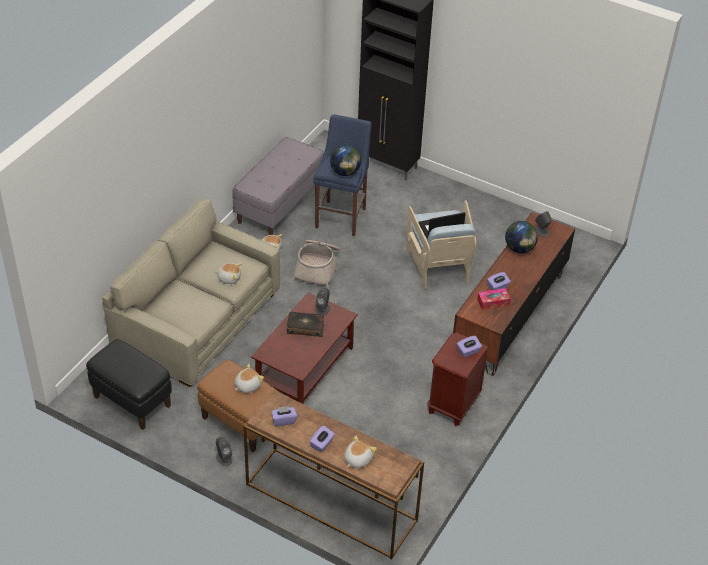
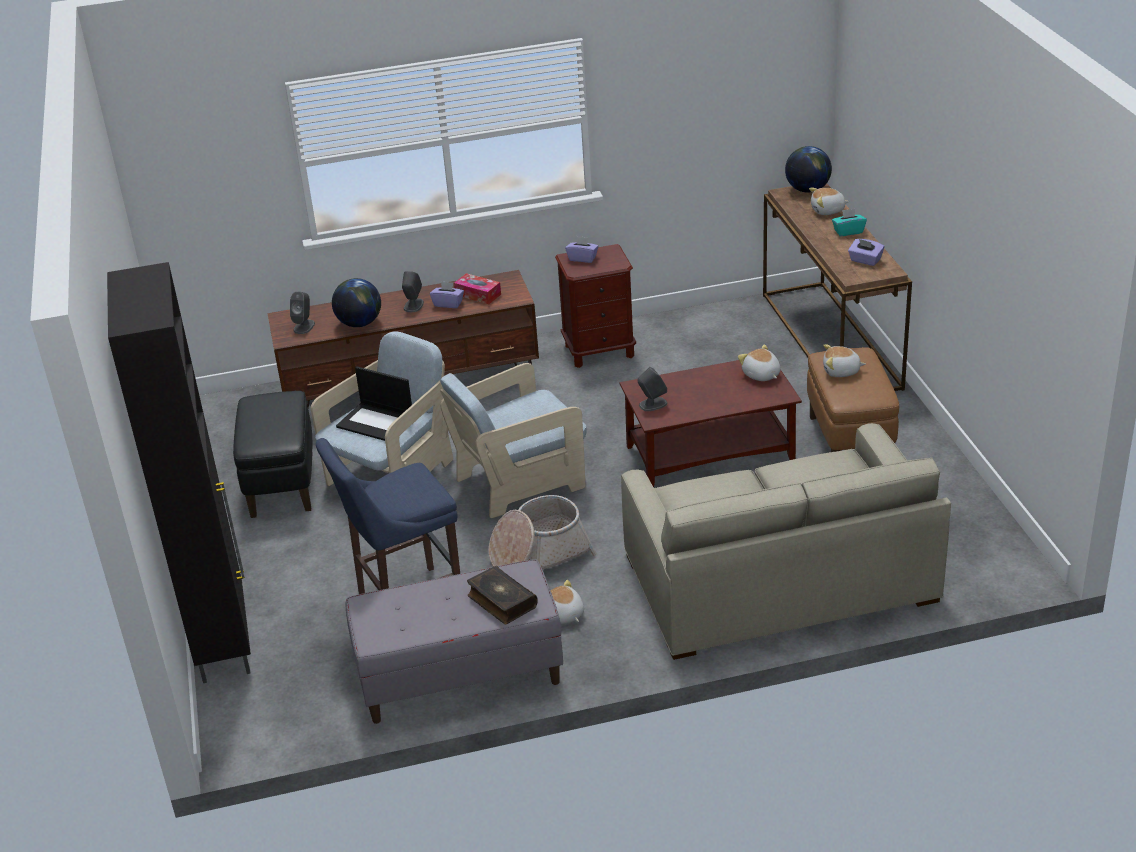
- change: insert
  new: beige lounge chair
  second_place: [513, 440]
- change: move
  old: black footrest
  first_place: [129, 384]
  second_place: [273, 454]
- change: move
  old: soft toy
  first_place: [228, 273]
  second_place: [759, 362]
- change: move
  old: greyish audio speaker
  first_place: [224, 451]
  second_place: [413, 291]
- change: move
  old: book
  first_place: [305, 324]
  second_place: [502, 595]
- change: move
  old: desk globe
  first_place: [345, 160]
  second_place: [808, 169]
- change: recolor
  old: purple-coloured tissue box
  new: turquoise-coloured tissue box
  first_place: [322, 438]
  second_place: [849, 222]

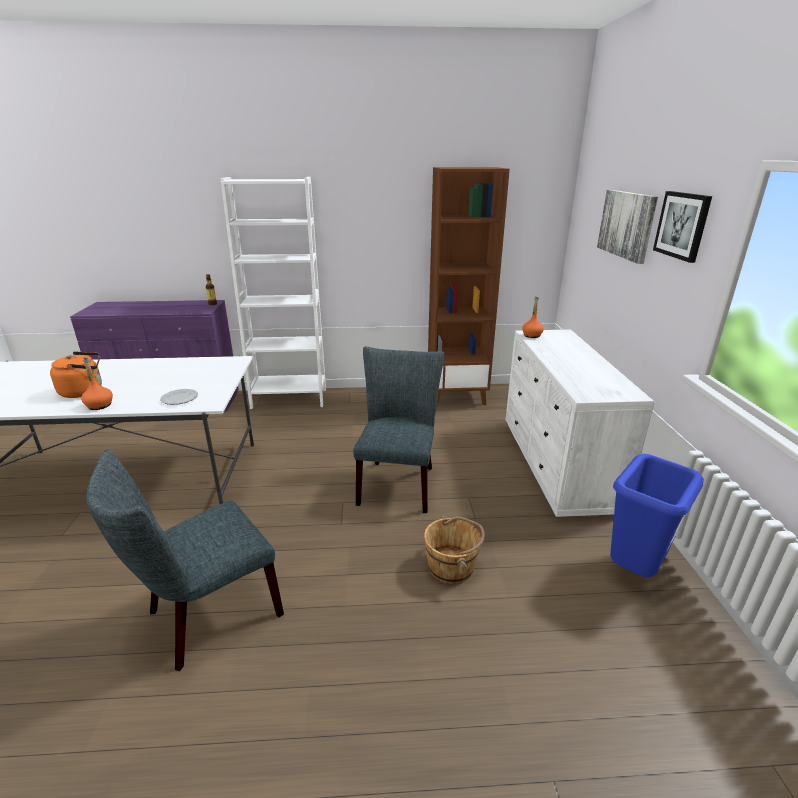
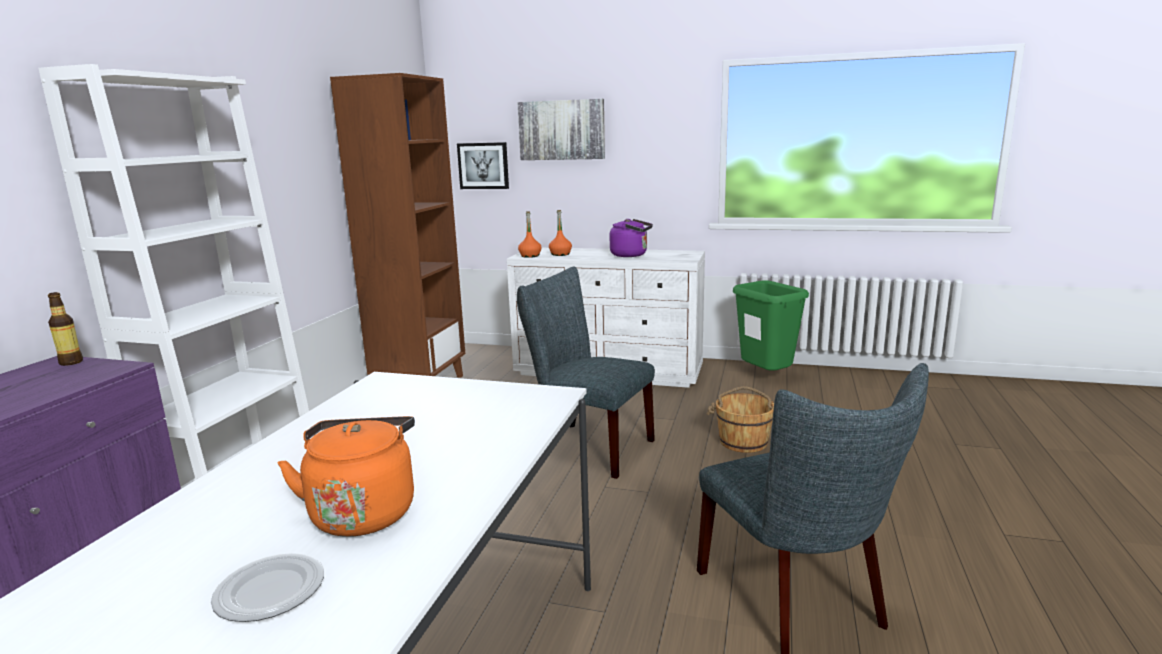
- change: insert
  new: purple-coloured tea kettle
  second_place: [631, 238]
- change: move
  old: orange-coloured drink bottle
  first_place: [97, 383]
  second_place: [560, 233]
- change: move
  old: dinner plate
  first_place: [179, 397]
  second_place: [267, 587]
- change: move
  old: wall picture
  first_place: [682, 227]
  second_place: [483, 165]
- change: recolor
  old: blue trash can
  new: green trash can
  first_place: [657, 515]
  second_place: [771, 325]

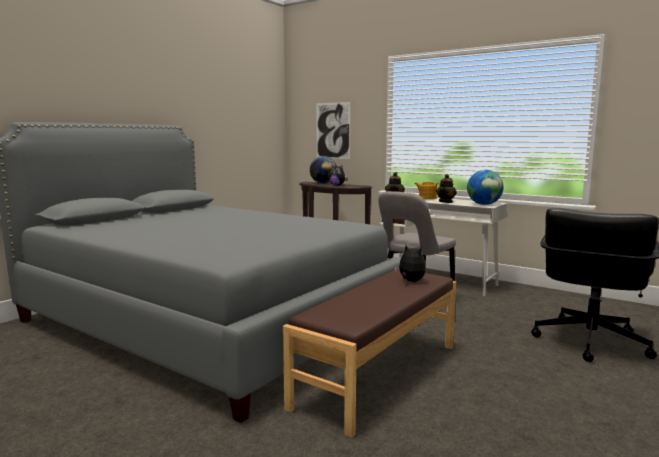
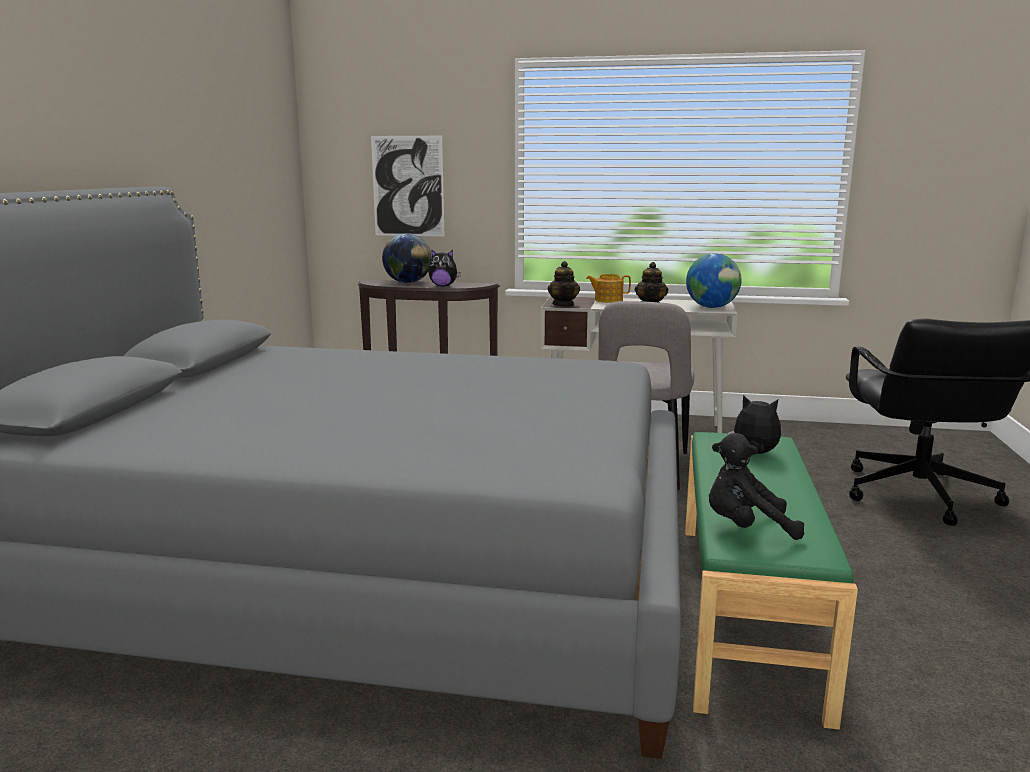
- change: insert
  new: black soft toy
  second_place: [756, 486]
- change: recolor
  old: brown-coloured bench
  new: green bench
  first_place: [369, 353]
  second_place: [771, 581]

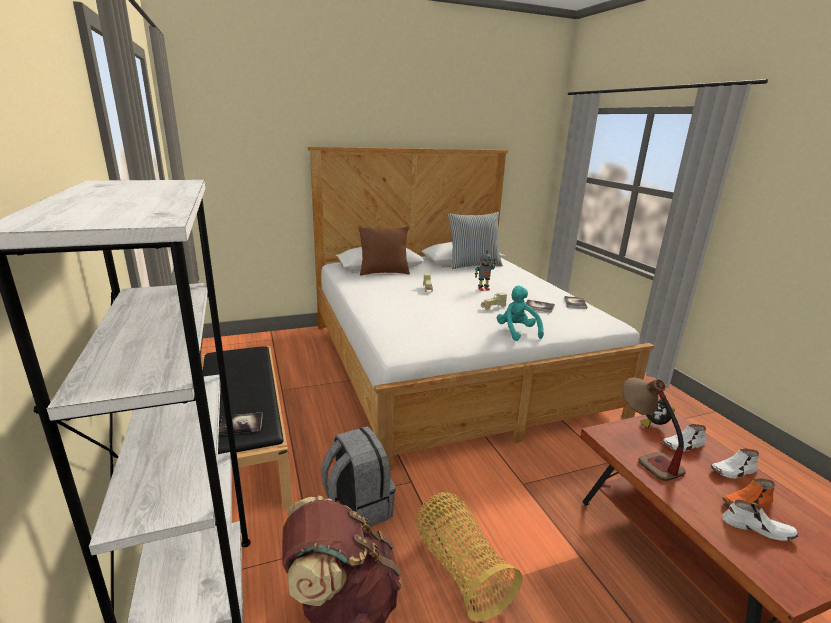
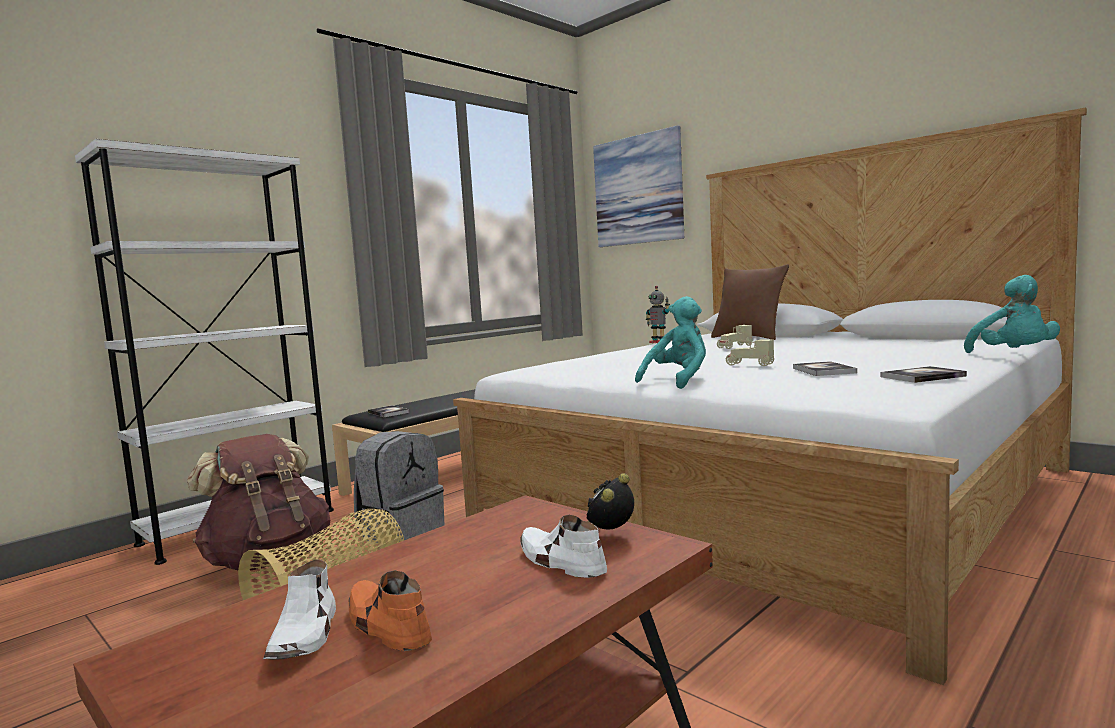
- change: delete
  old: pillow
  first_place: [475, 240]
- change: delete
  old: tabletop lamp
  first_place: [654, 429]
- change: delete
  old: white-coloured shoe
  first_place: [734, 463]
- change: insert
  new: wall picture
  second_place: [638, 186]
- change: insert
  new: turquoise-coloured soft toy
  second_place: [1012, 314]
- change: move
  old: model robot
  first_place: [485, 270]
  second_place: [658, 314]

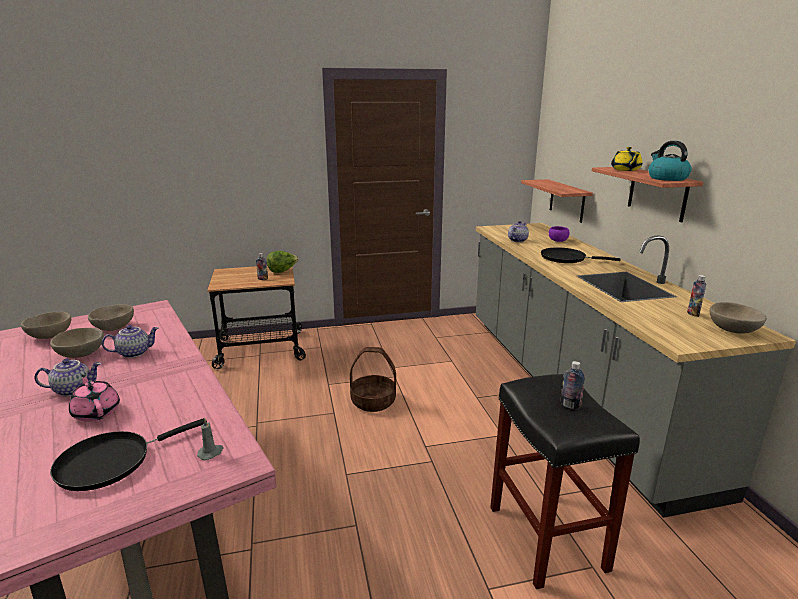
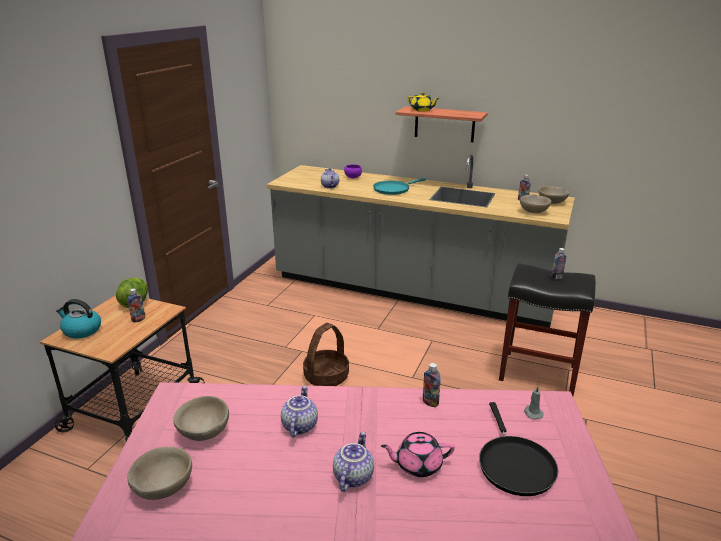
- change: delete
  old: shelf
  first_place: [557, 201]
- change: insert
  new: drink bottle
  second_place: [432, 385]
- change: move
  old: beige deep dish
  first_place: [77, 343]
  second_place: [535, 203]
- change: move
  old: tea kettle
  first_place: [670, 161]
  second_place: [78, 319]
- change: recolor
  old: black pan
  new: turquoise-coloured pan
  first_place: [581, 255]
  second_place: [399, 186]

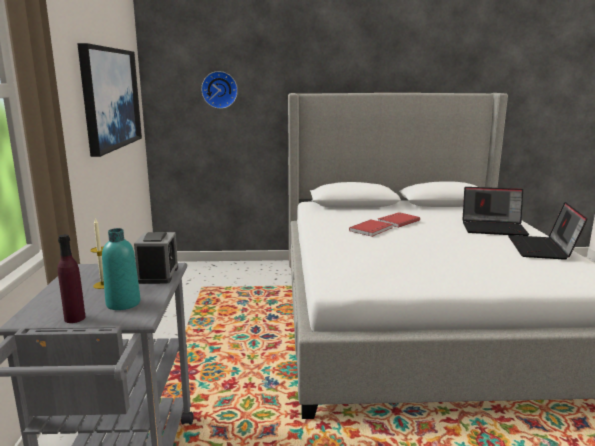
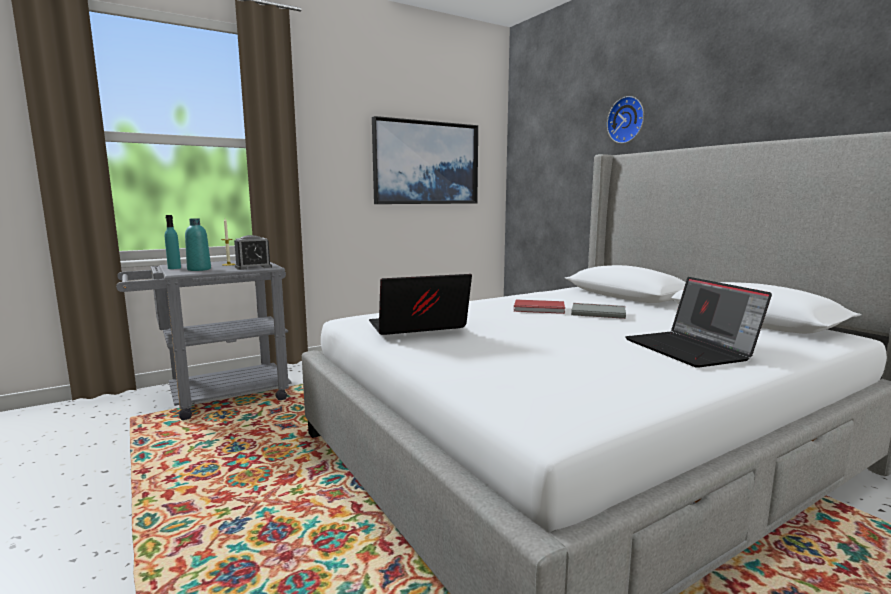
- change: move
  old: clock on the wall
  first_place: [219, 90]
  second_place: [625, 120]
- change: move
  old: laptop
  first_place: [548, 231]
  second_place: [420, 304]
- change: recolor
  old: purple-coloured drink bottle
  new: turquoise-coloured drink bottle
  first_place: [71, 278]
  second_place: [173, 242]
- change: recolor
  old: red book
  new: greyish book
  first_place: [399, 220]
  second_place: [598, 311]

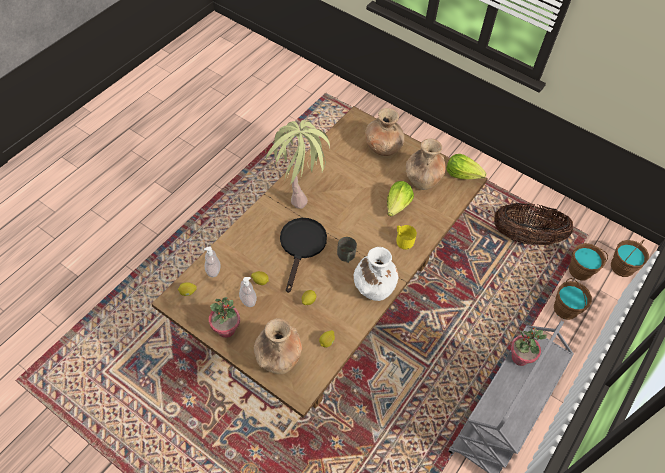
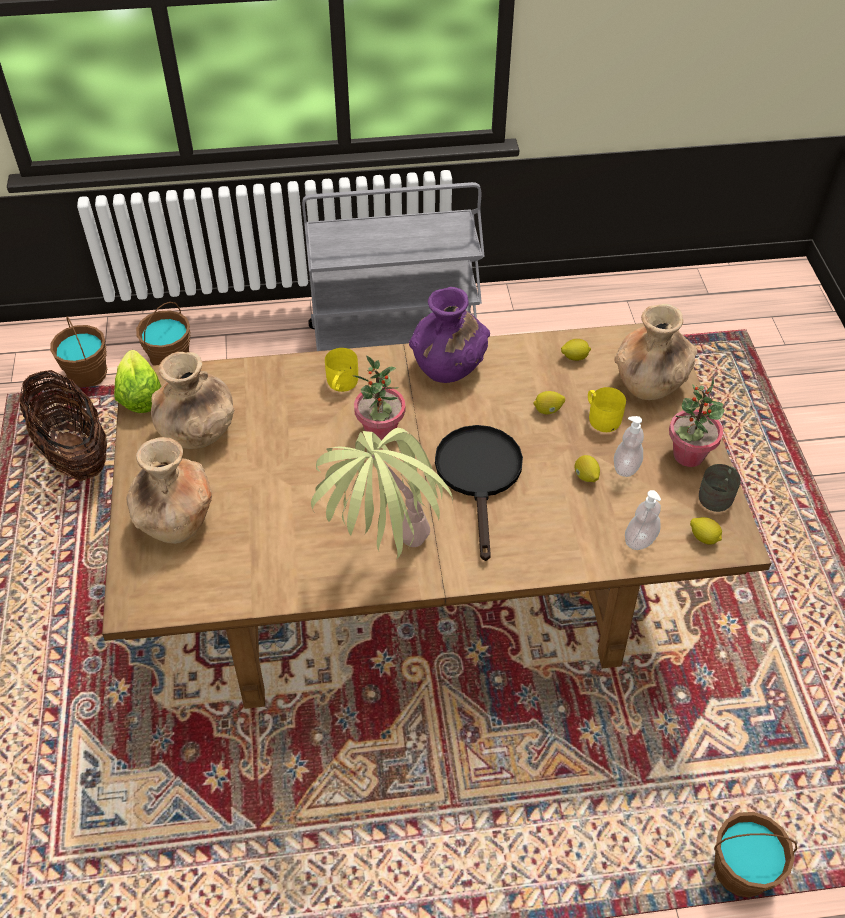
- change: delete
  old: lettuce head
  first_place: [400, 199]
- change: insert
  new: yellow-coloured coffee mug
  second_place: [607, 409]
- change: move
  old: greyish coffee mug
  first_place: [347, 250]
  second_place: [720, 488]
- change: move
  old: plant in a pot
  first_place: [529, 347]
  second_place: [379, 397]
- change: move
  old: brown-coloured pail
  first_place: [630, 258]
  second_place: [755, 855]
- change: recolor
  old: white-coloured decorative vase
  new: purple-coloured decorative vase
  first_place: [376, 274]
  second_place: [449, 335]
- change: rotate
  old: black pan
  first_place: [303, 255]
  second_place: [479, 493]
  degrees: 120

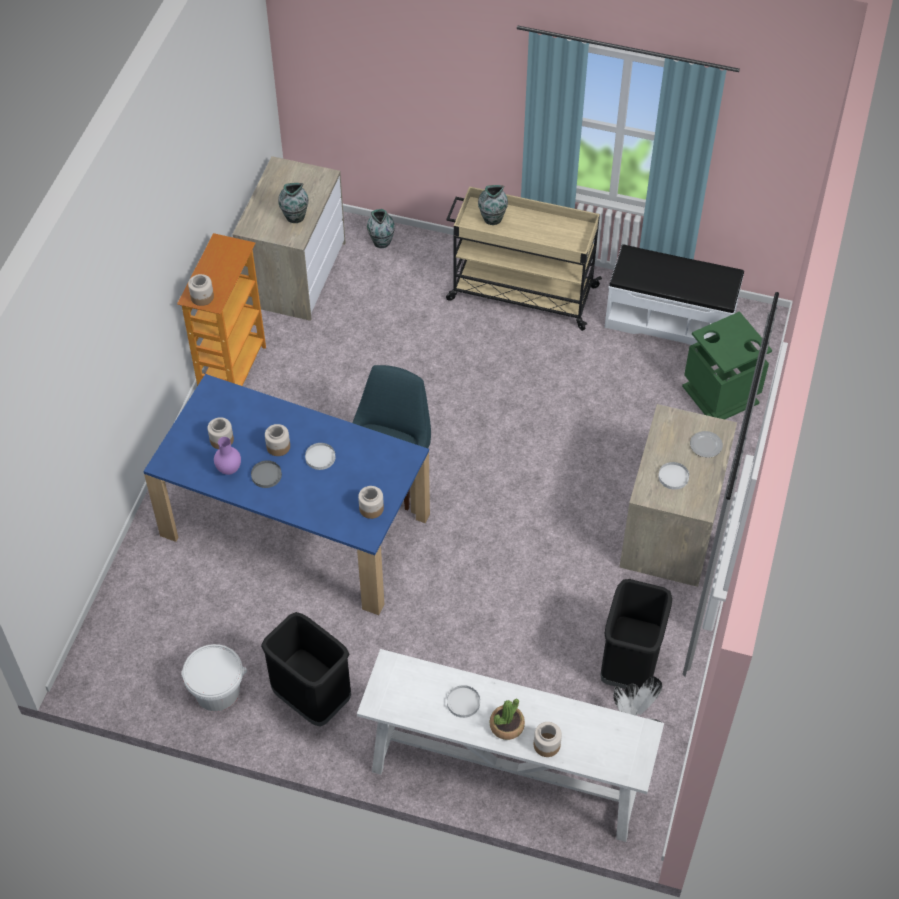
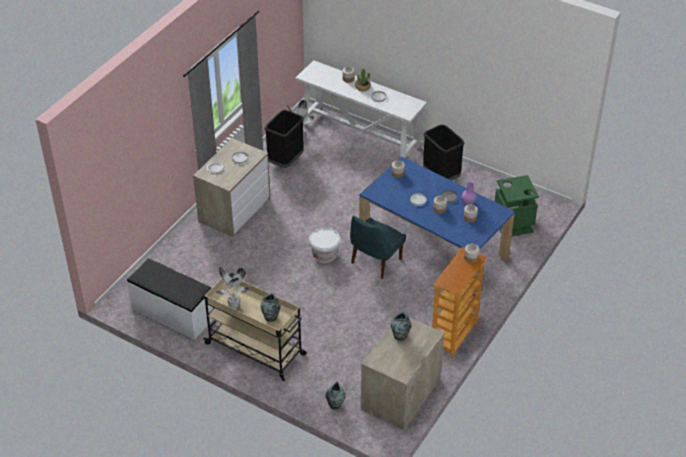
- change: insert
  new: plant in a pot
  second_place: [232, 288]
- change: move
  old: white-coloured pail
  first_place: [214, 677]
  second_place: [324, 245]
- change: move
  old: green trash can
  first_place: [727, 365]
  second_place: [517, 205]

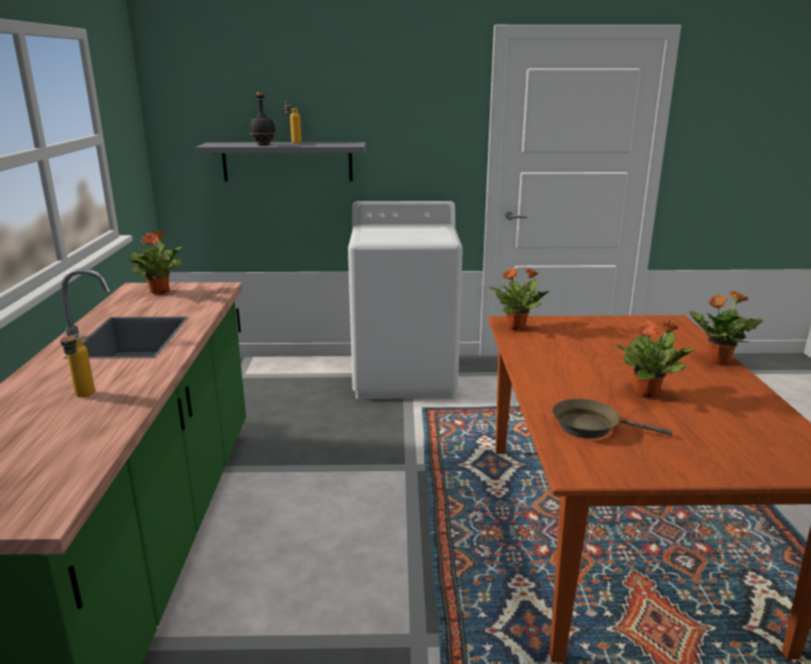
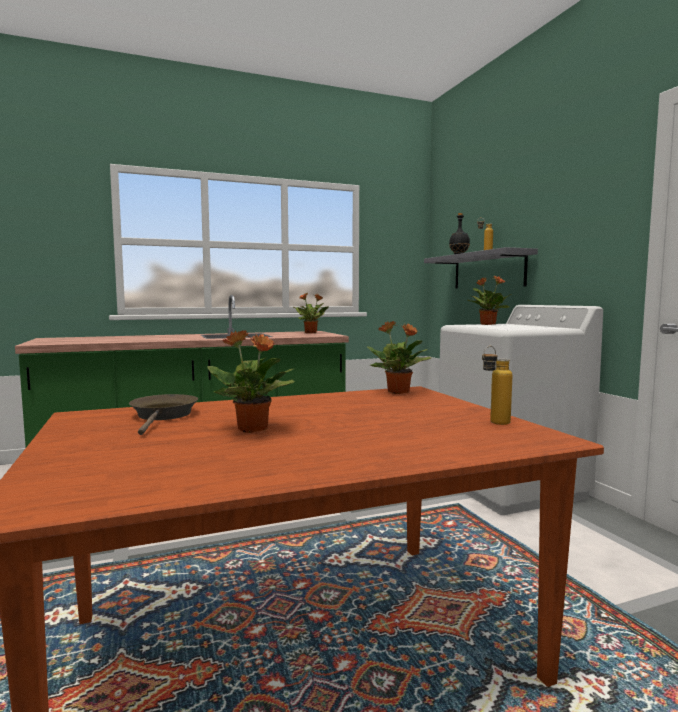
- change: move
  old: drink bottle
  first_place: [77, 363]
  second_place: [497, 385]
- change: move
  old: plant in a pot
  first_place: [726, 327]
  second_place: [489, 300]

